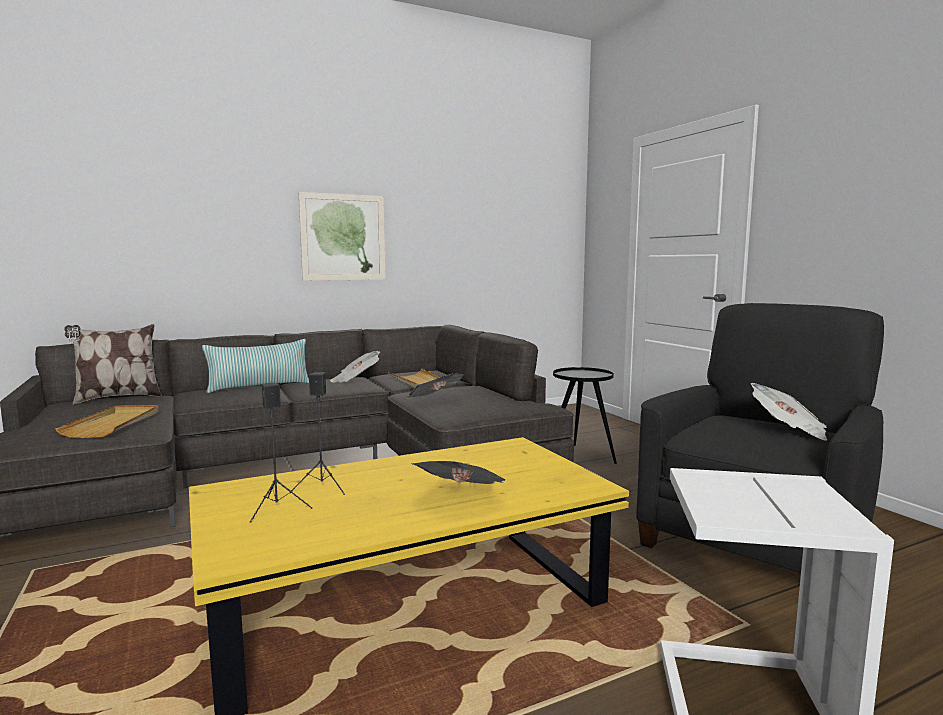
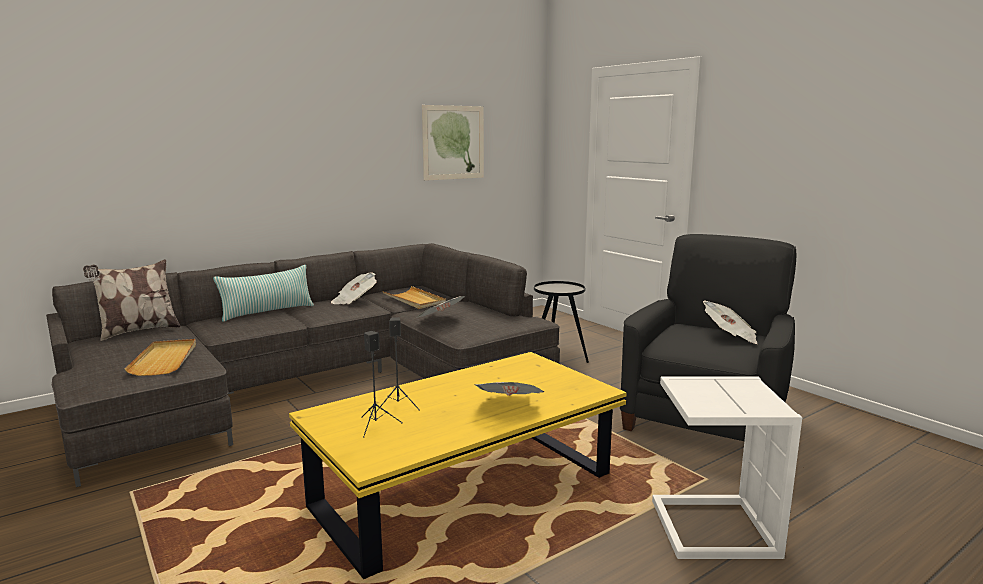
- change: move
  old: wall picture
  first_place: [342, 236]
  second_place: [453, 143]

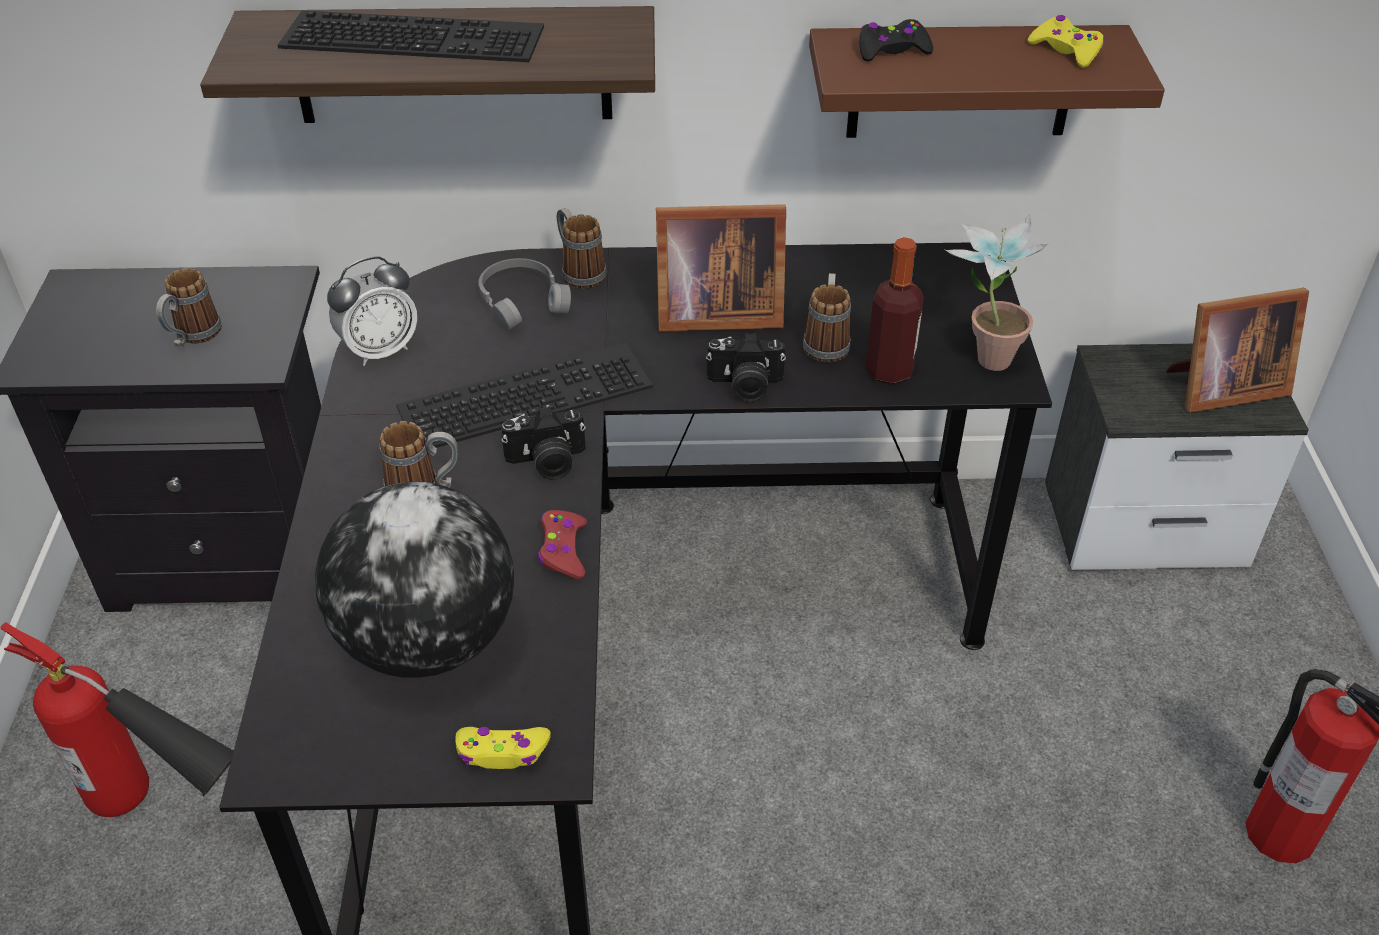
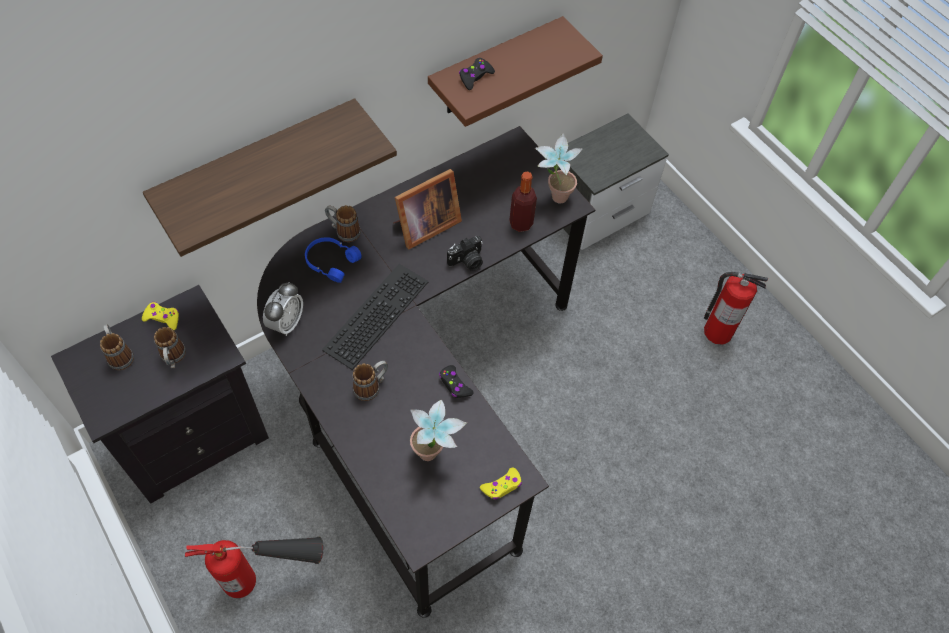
- change: delete
  old: PC keyboard
  first_place: [411, 36]
- change: delete
  old: still camera
  first_place: [543, 443]
- change: delete
  old: picture frame
  first_place: [1237, 350]
- change: move
  old: coffee mug
  first_place: [827, 317]
  second_place: [117, 347]
- change: move
  old: yellow-coloured joypad
  first_place: [1066, 41]
  second_place: [160, 316]
- change: replace
  old: desk globe
  new: plant in a pot
  first_place: [414, 580]
  second_place: [438, 430]
- change: recolor
  old: greyish headphones
  new: blue headphones
  first_place: [524, 294]
  second_place: [333, 260]
- change: recolor
  old: red joypad
  new: black joypad
  first_place: [562, 544]
  second_place: [456, 381]

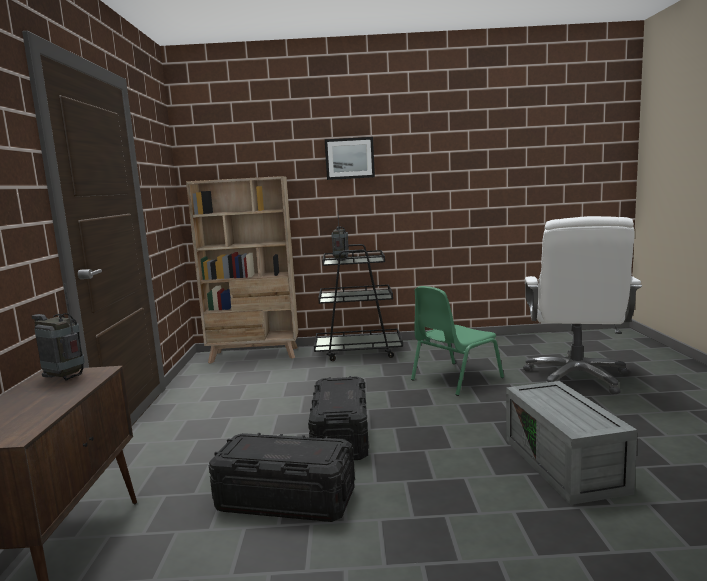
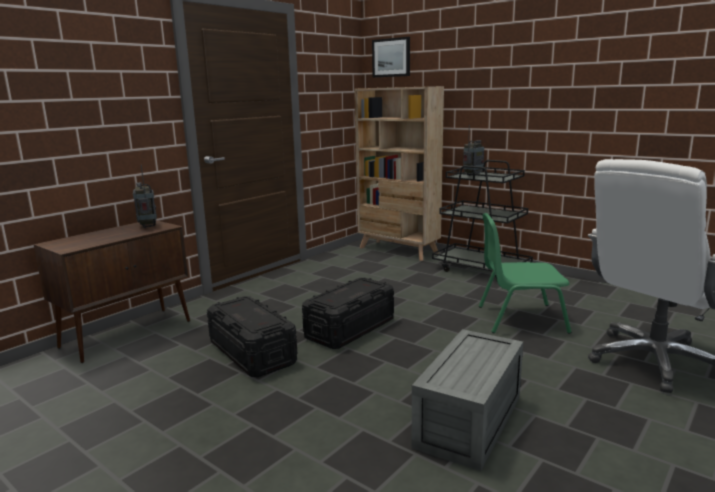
- change: move
  old: wall picture
  first_place: [350, 158]
  second_place: [391, 57]

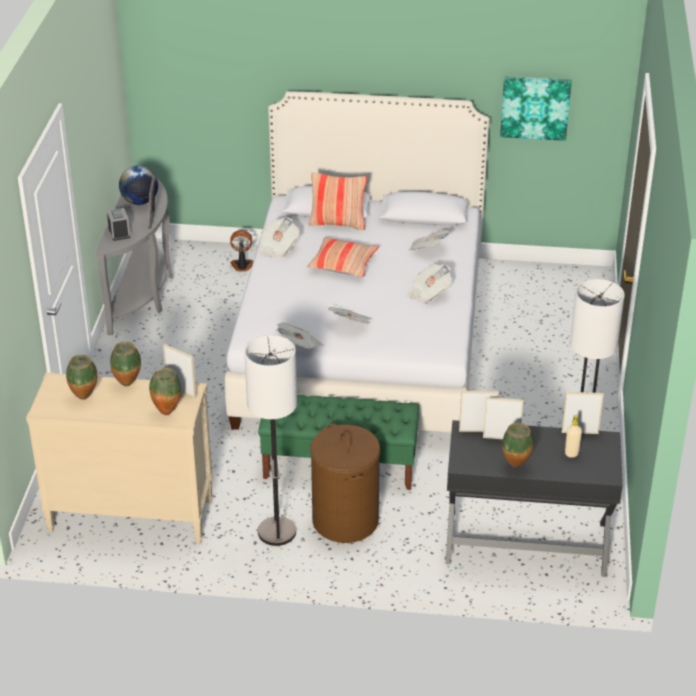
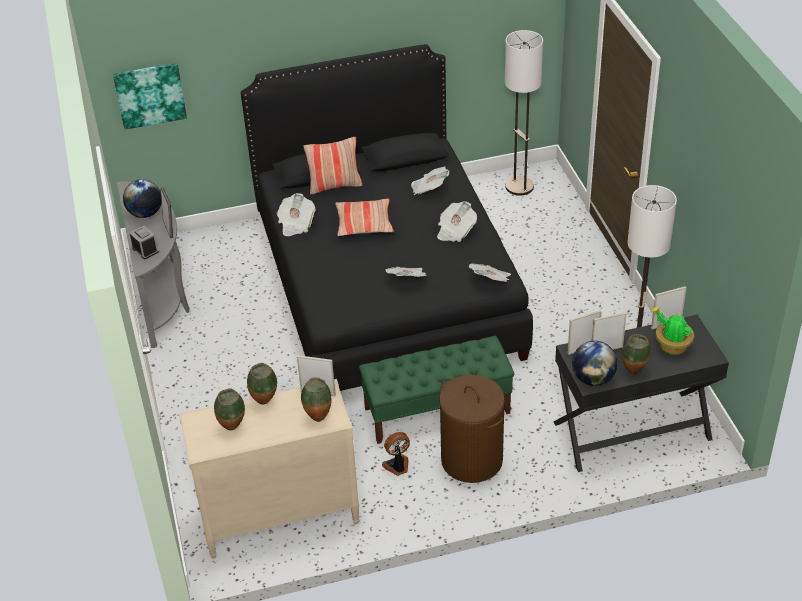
- change: insert
  new: desk globe
  second_place: [594, 363]
- change: move
  old: cooling fan
  first_place: [241, 251]
  second_place: [396, 454]
- change: move
  old: floor lamp
  first_place: [270, 440]
  second_place: [524, 112]
- change: move
  old: printed paper
  first_place: [300, 336]
  second_place: [490, 273]
- change: move
  old: wall picture
  first_place: [536, 108]
  second_place: [150, 96]
- change: replace
  old: beige drink bottle
  new: plant in a pot
  first_place: [573, 436]
  second_place: [673, 330]
- change: recolor
  old: white-coloured bed
  new: black bed
  first_place: [357, 261]
  second_place: [387, 217]

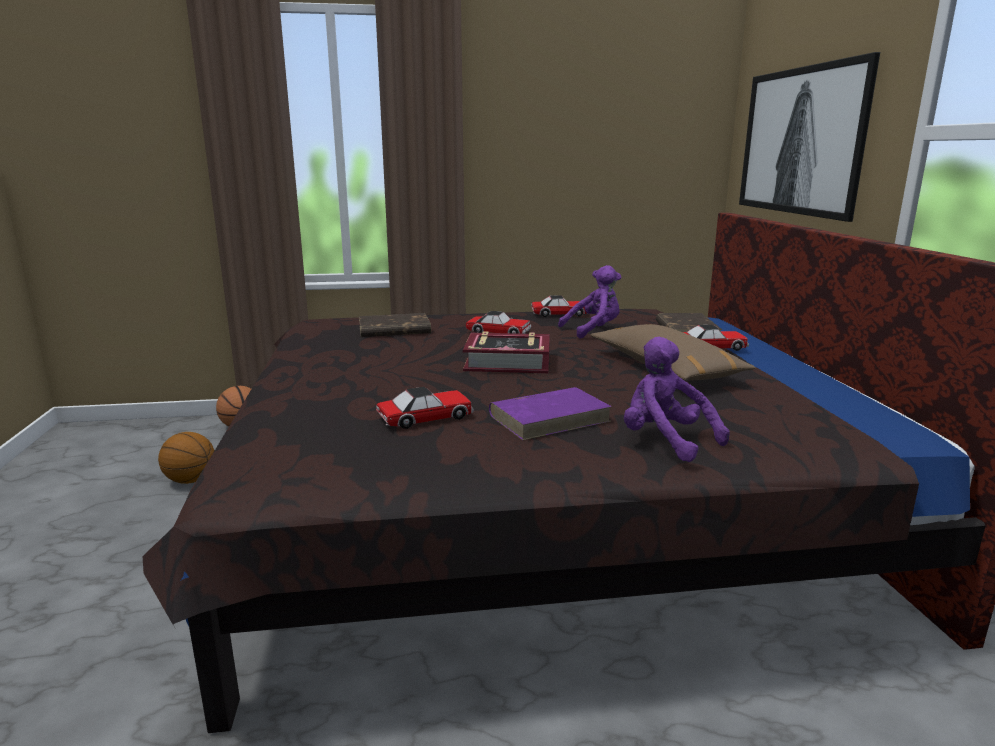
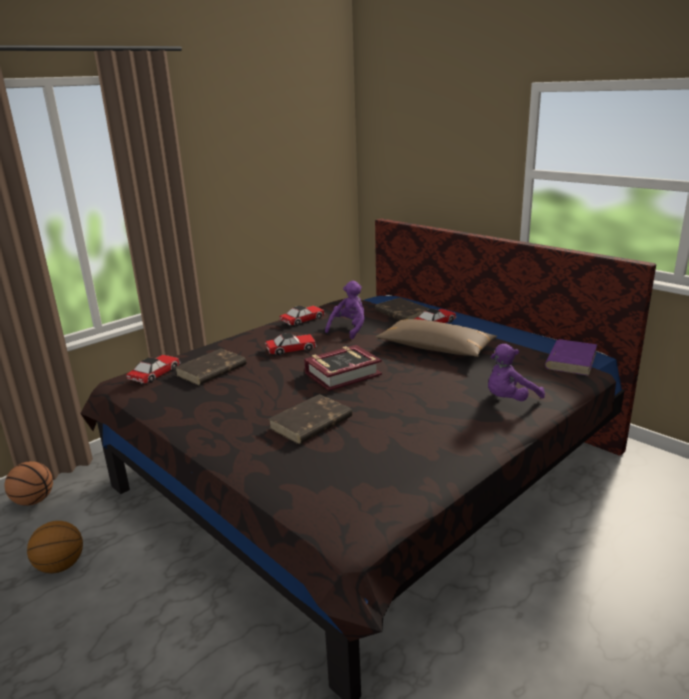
- change: delete
  old: wall picture
  first_place: [809, 137]
- change: insert
  new: brown-coloured book
  second_place: [310, 419]
- change: move
  old: model car
  first_place: [425, 408]
  second_place: [153, 369]
- change: move
  old: purple-coloured book
  first_place: [550, 413]
  second_place: [571, 357]
- change: rotate
  old: purple-coloured soft toy
  first_place: [677, 399]
  second_place: [516, 372]
  degrees: -45

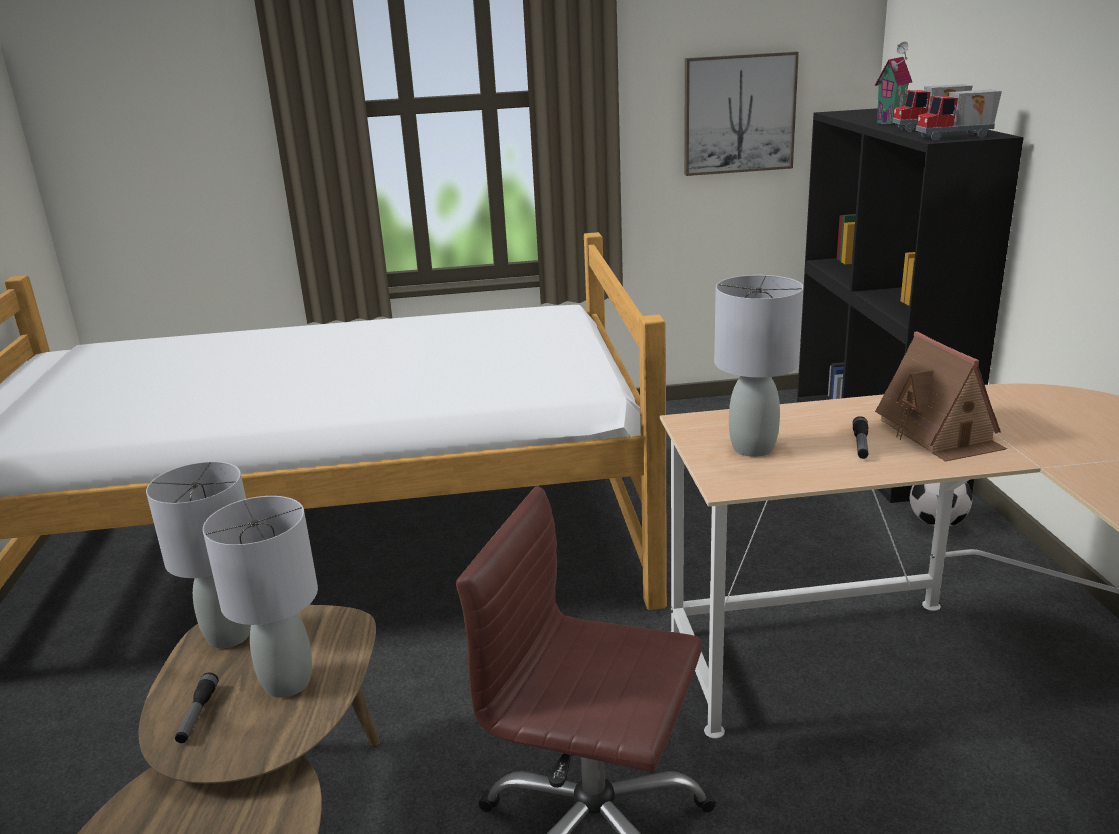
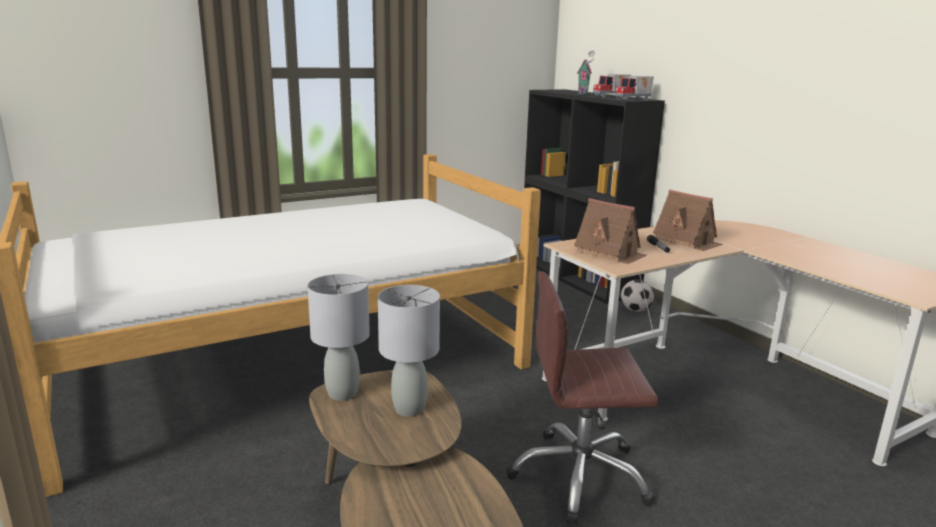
- change: delete
  old: hand torch
  first_place: [197, 707]
- change: delete
  old: wall picture
  first_place: [741, 114]
- change: replace
  old: greyish tabletop lamp
  new: miniature house
  first_place: [759, 366]
  second_place: [610, 231]

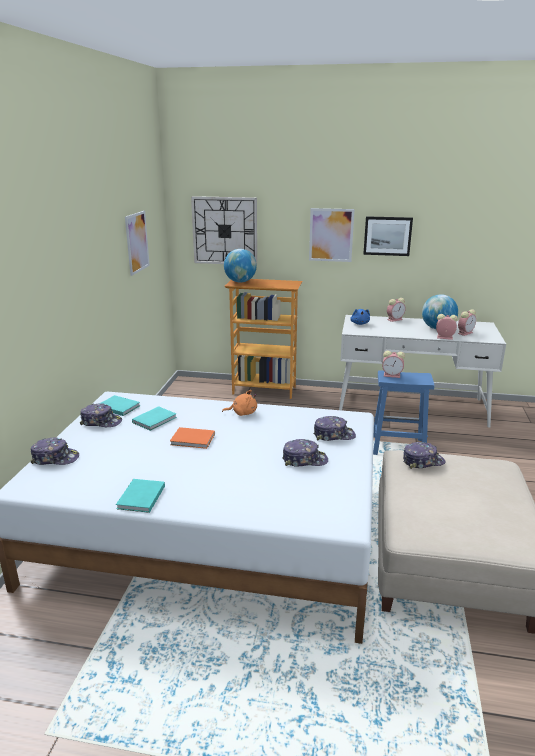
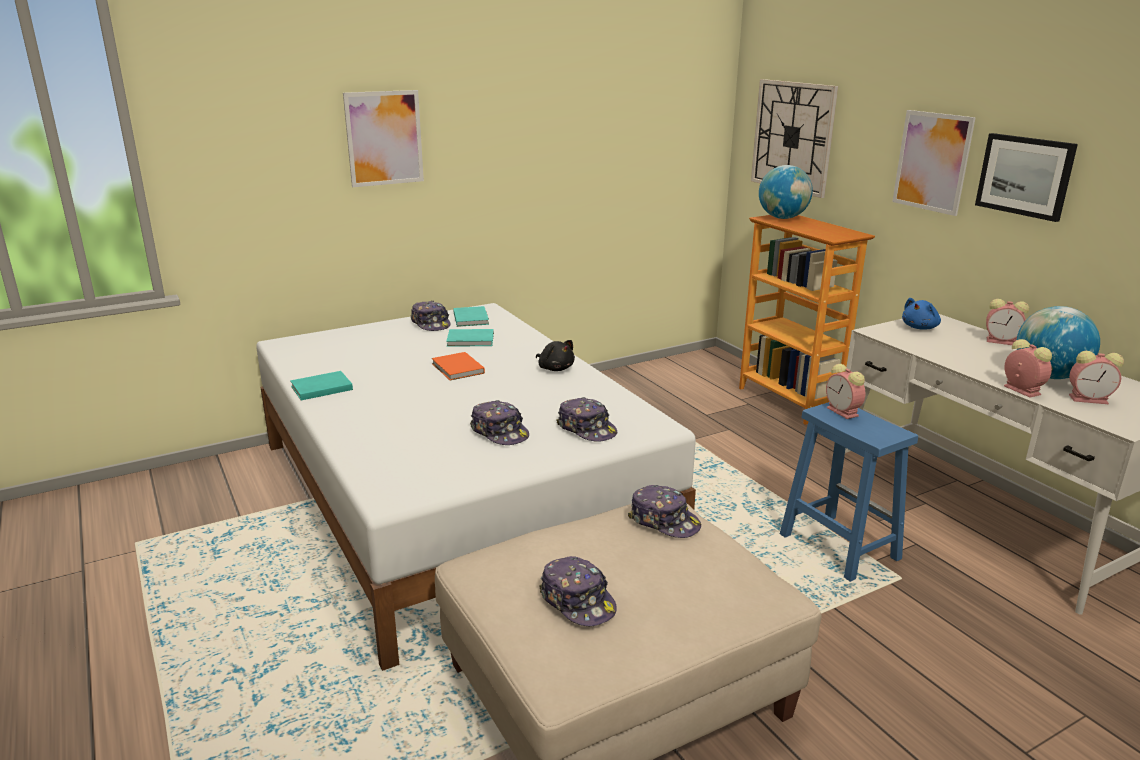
- change: move
  old: baseball cap
  first_place: [55, 451]
  second_place: [578, 591]
- change: move
  old: wall picture
  first_place: [137, 243]
  second_place: [383, 138]
- change: recolor
  old: orange-coloured soft toy
  new: black soft toy
  first_place: [239, 403]
  second_place: [555, 355]

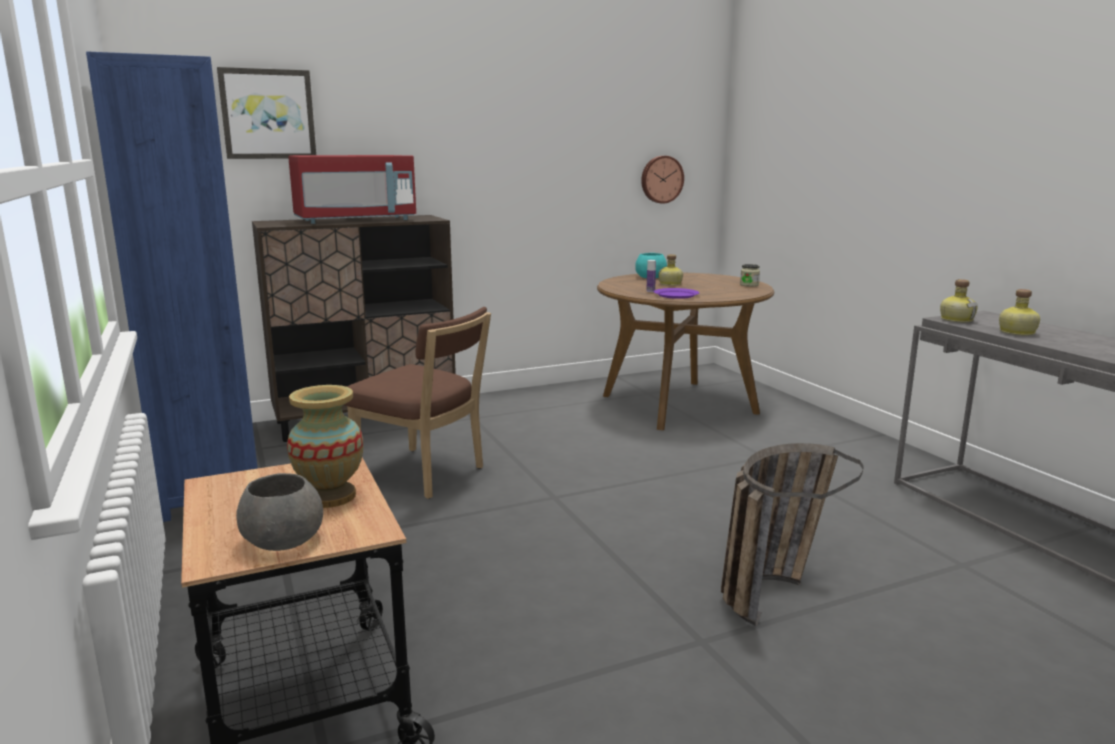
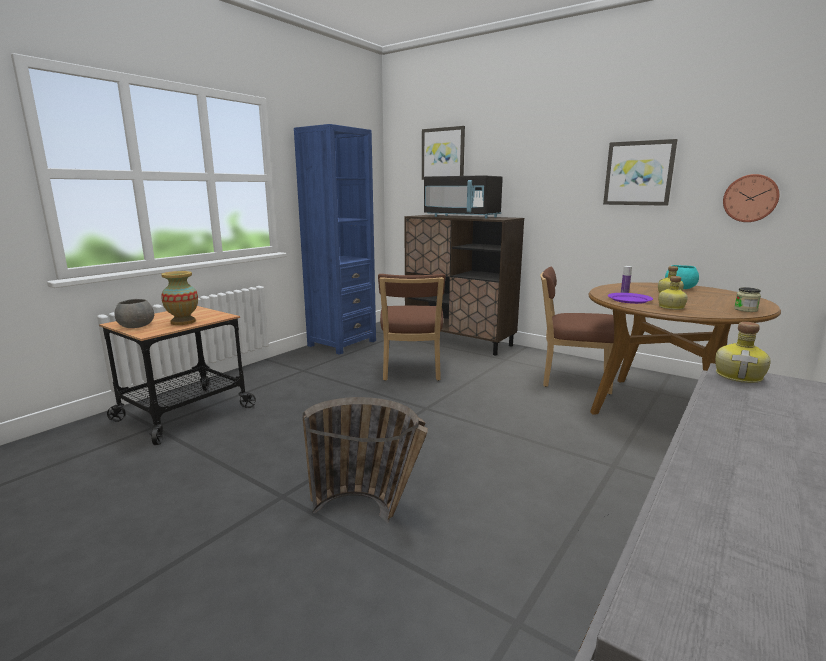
- change: insert
  new: brown-coloured chair
  second_place: [577, 331]
- change: insert
  new: wall picture
  second_place: [640, 172]
- change: move
  old: drink bottle
  first_place: [1019, 312]
  second_place: [673, 293]
- change: recolor
  old: red microwave
  new: black microwave
  first_place: [352, 189]
  second_place: [463, 196]

